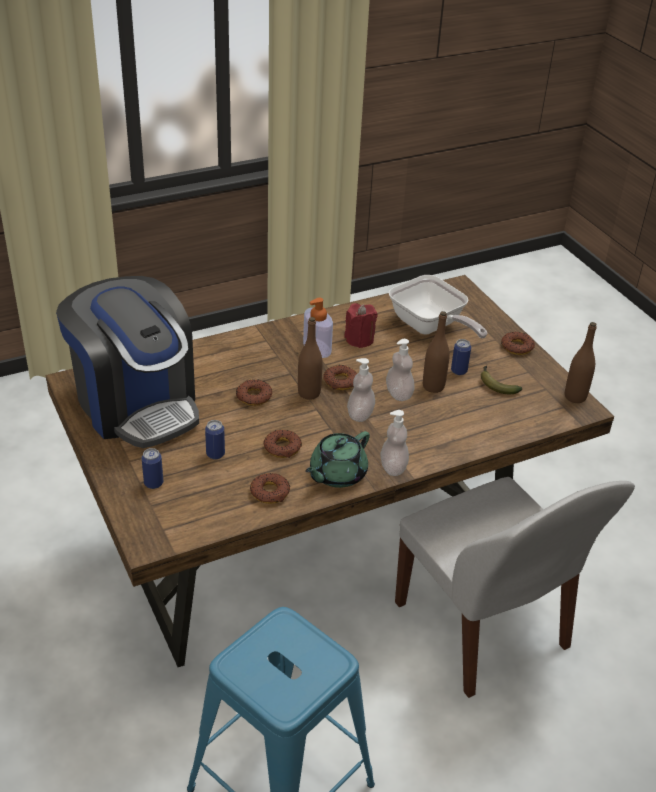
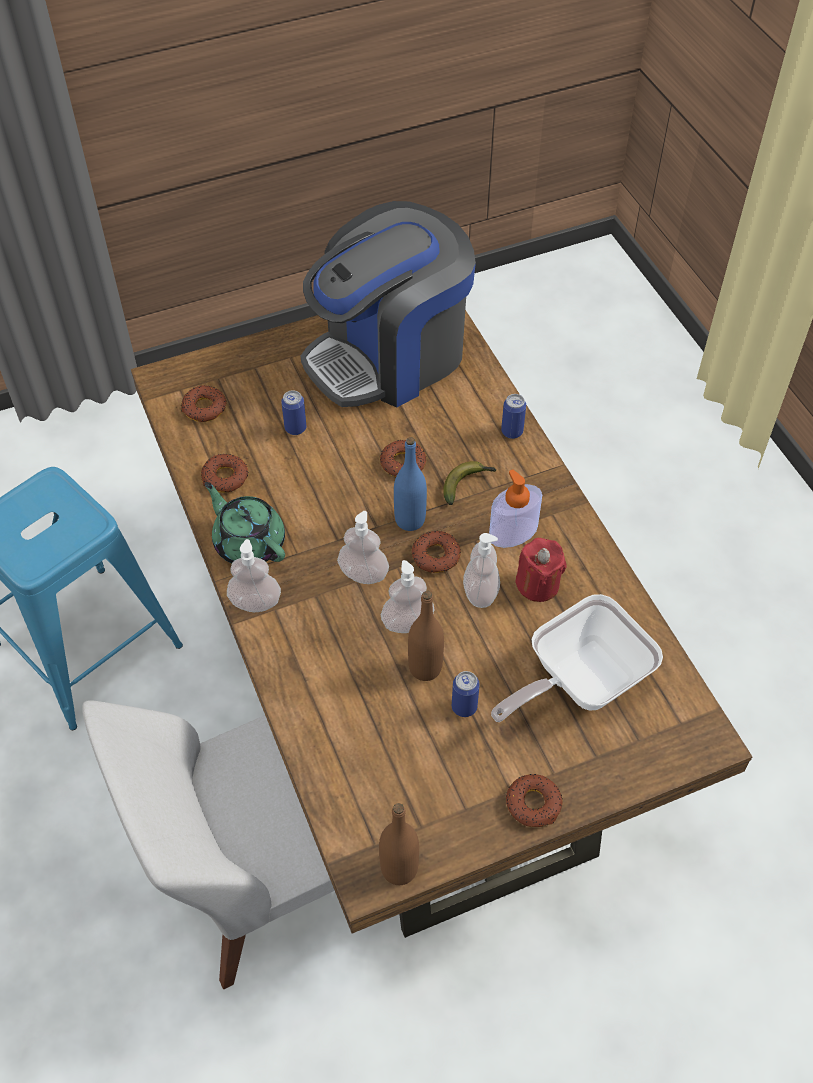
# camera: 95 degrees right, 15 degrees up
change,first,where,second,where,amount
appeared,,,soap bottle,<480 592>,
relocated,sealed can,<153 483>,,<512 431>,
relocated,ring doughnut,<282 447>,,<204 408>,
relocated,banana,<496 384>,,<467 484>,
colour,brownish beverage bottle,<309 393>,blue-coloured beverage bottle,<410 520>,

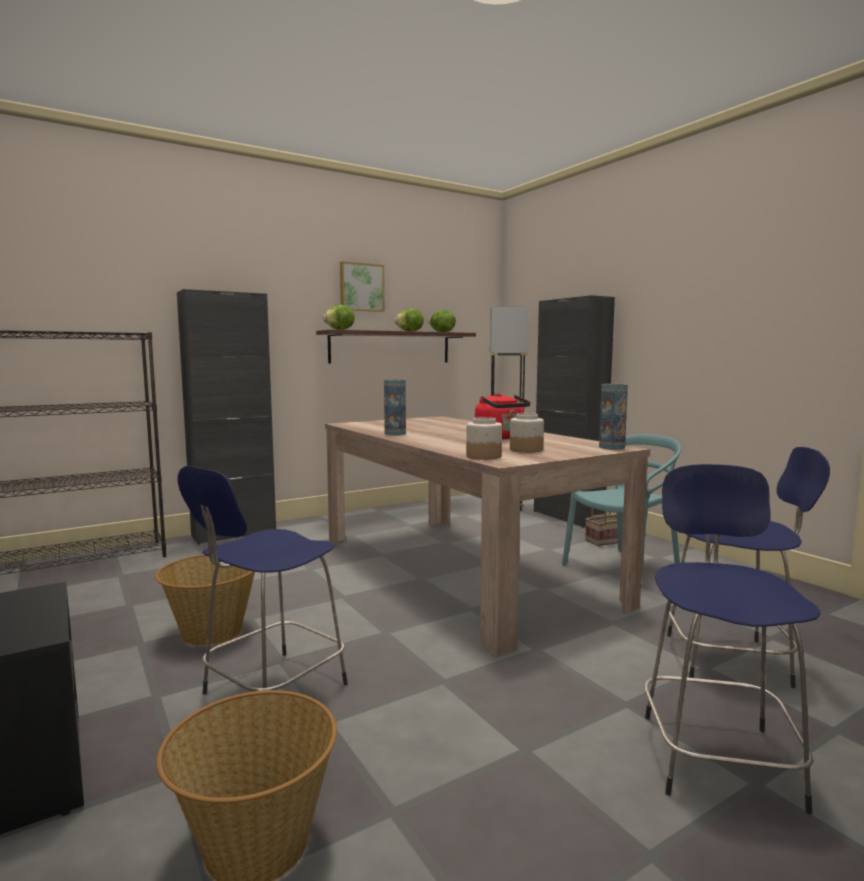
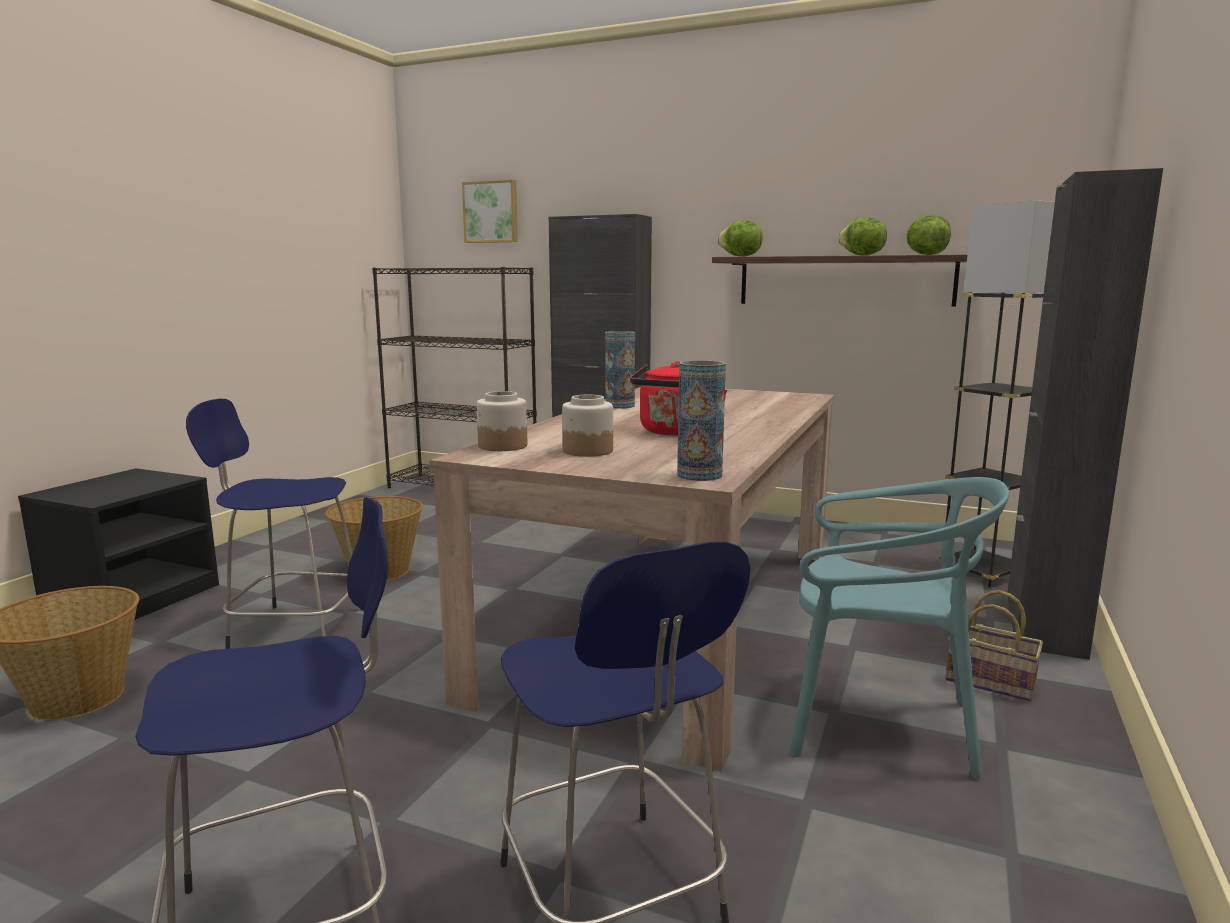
# camera: 55 degrees right, 5 degrees up
change,first,where,second,where,amount
relocated,wall art,<361 287>,,<491 212>,

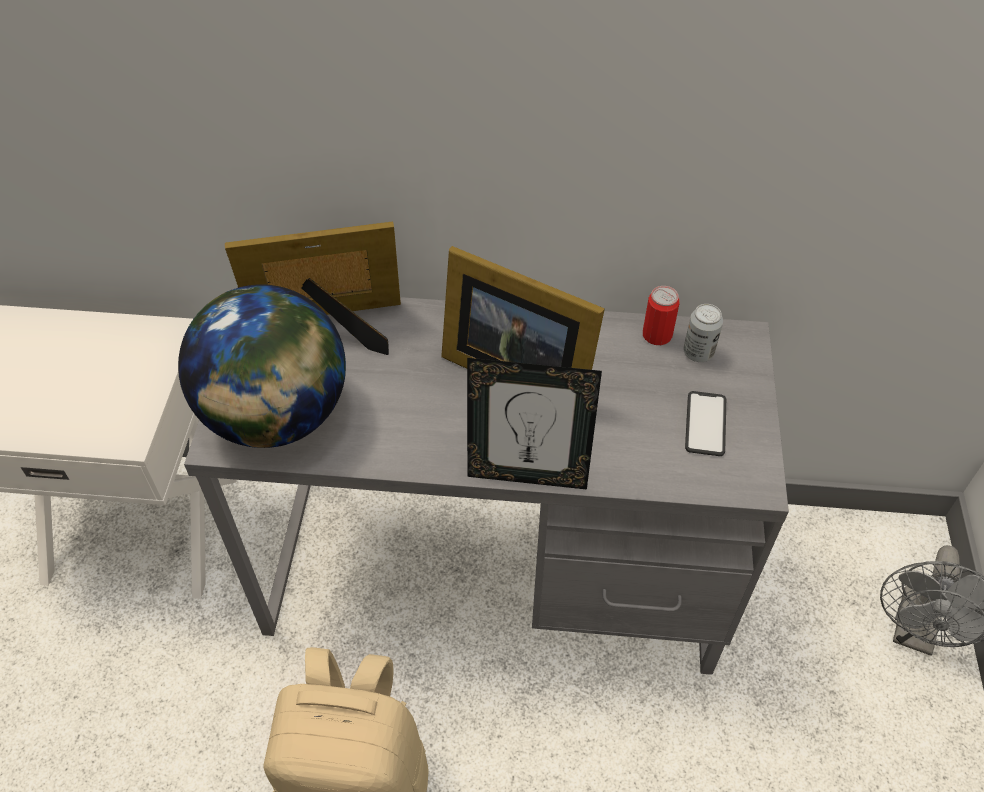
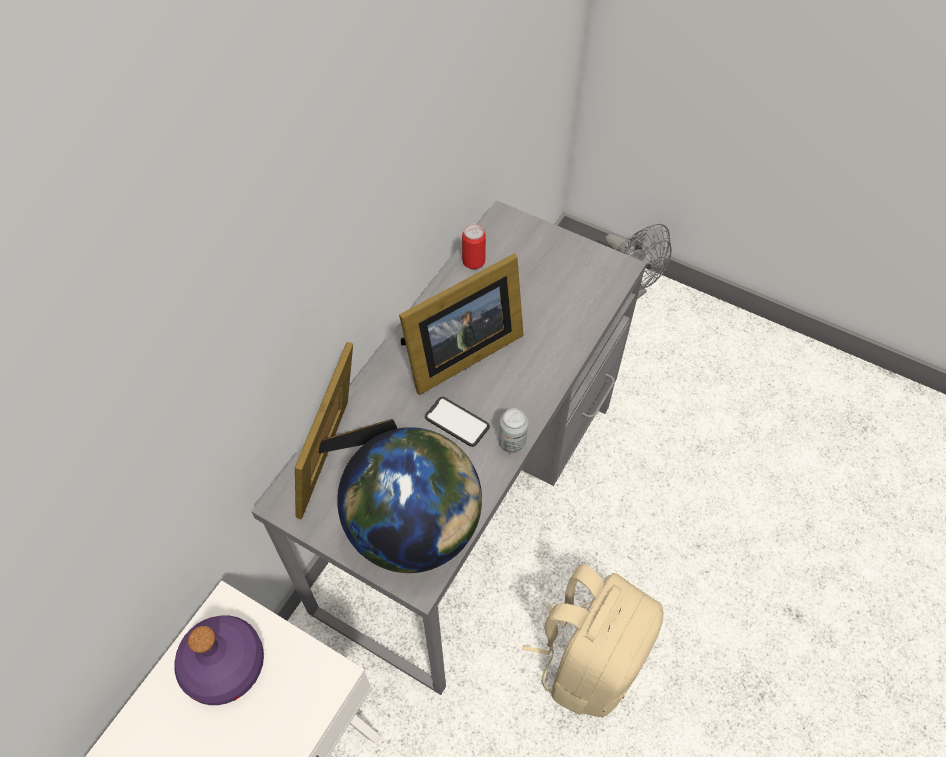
# camera: 65 degrees left, 5 degrees up
change,first,where,second,where,amount
missing,standing frame,<527 474>,,,
appeared,,,purplish beverage bottle,<225 666>,
relocated,sealed can,<698 352>,,<512 443>,
relocated,handset,<705 424>,,<457 422>,

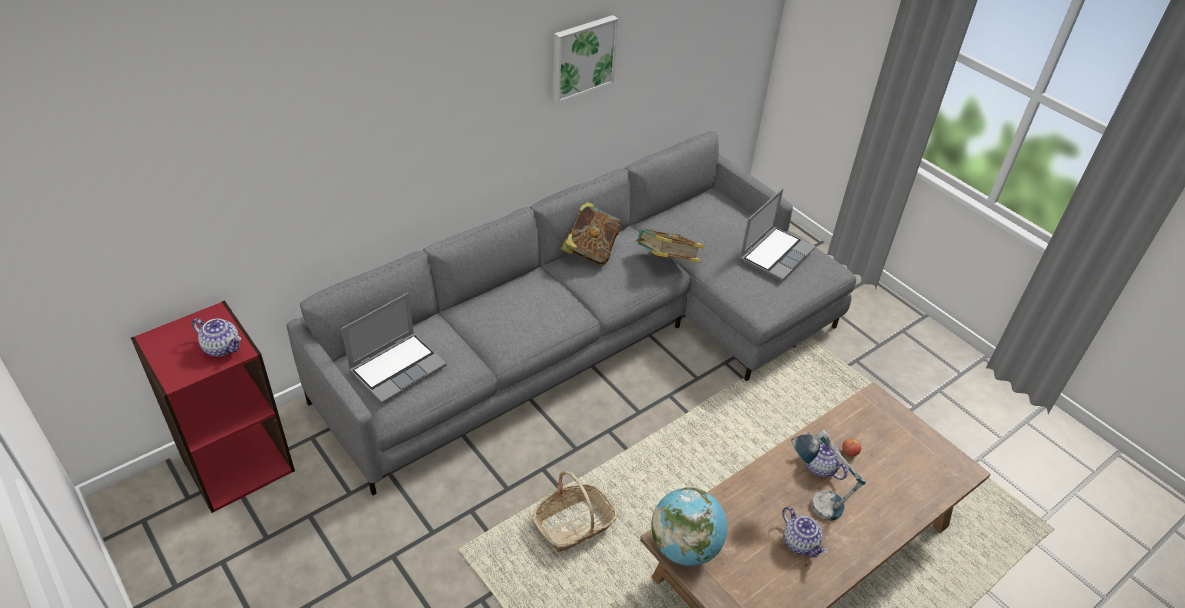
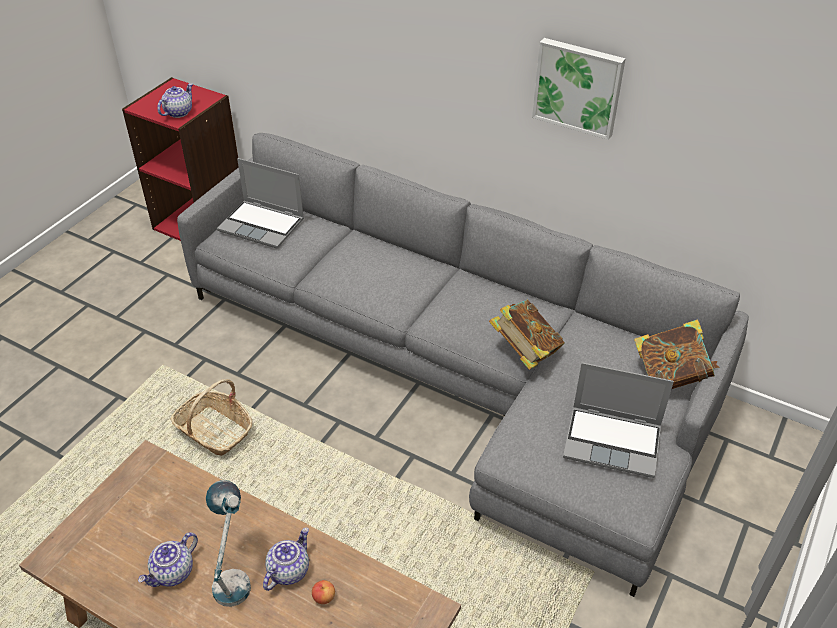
# camera: 70 degrees right, 0 degrees up
change,first,where,second,where,amount
missing,world globe,<684 547>,,,
relocated,volume,<590 251>,,<670 376>,
spun,teapot,<222 347>,,<178 112>,150 degrees counterclockwise

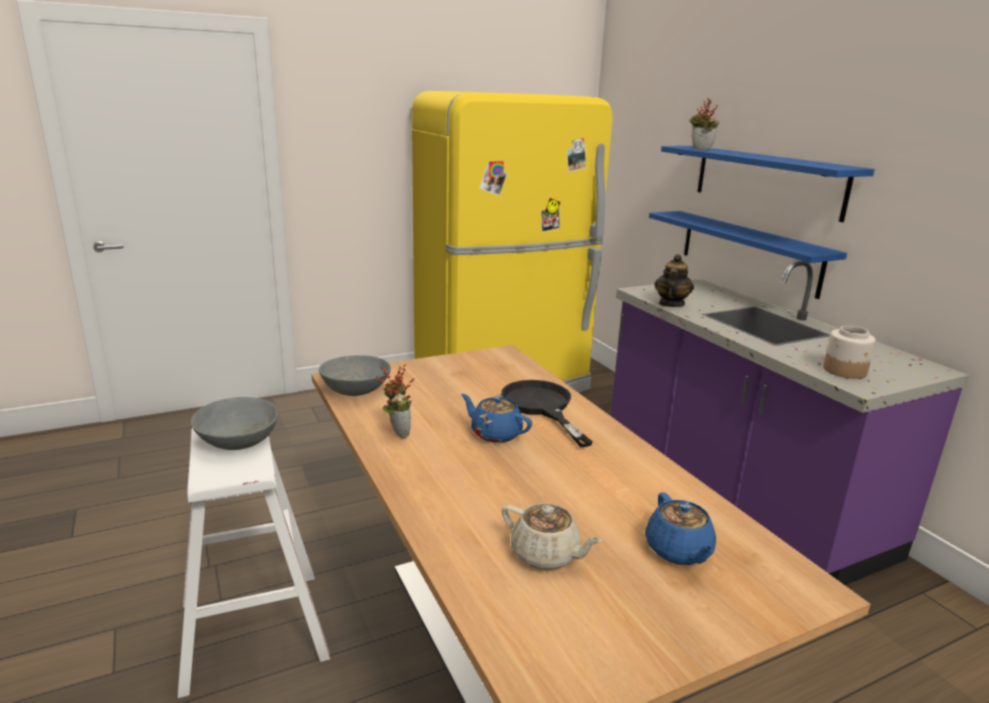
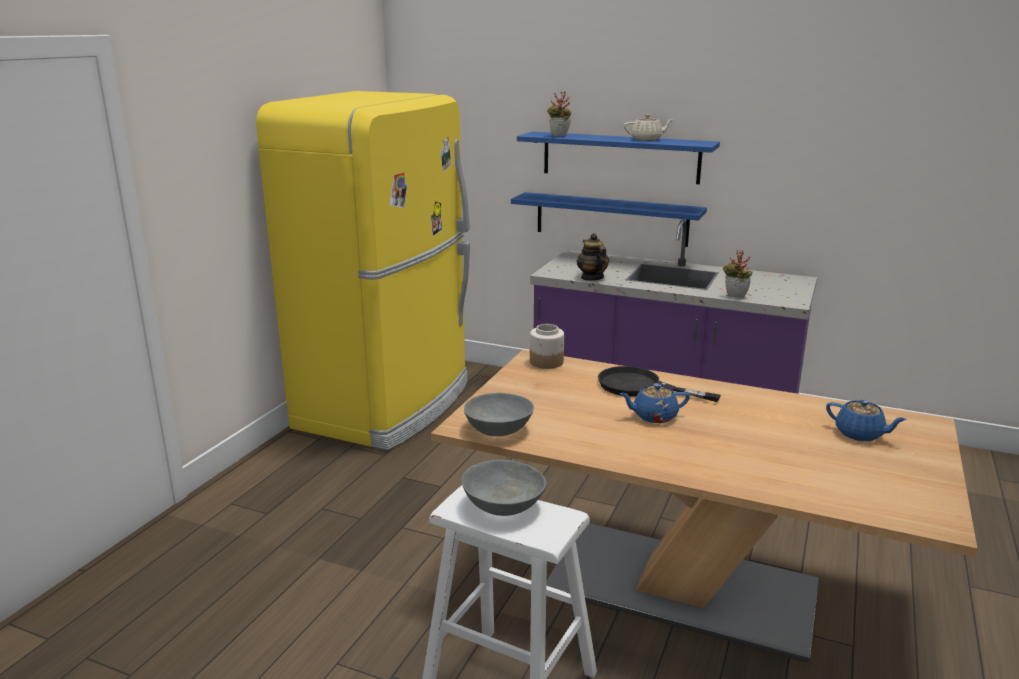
# camera: 40 degrees left, 0 degrees up
change,first,where,second,where,amount
relocated,potted plant,<396 433>,,<734 296>,
relocated,sand-coloured teapot,<546 555>,,<647 139>,
relocated,jar,<845 371>,,<547 362>,

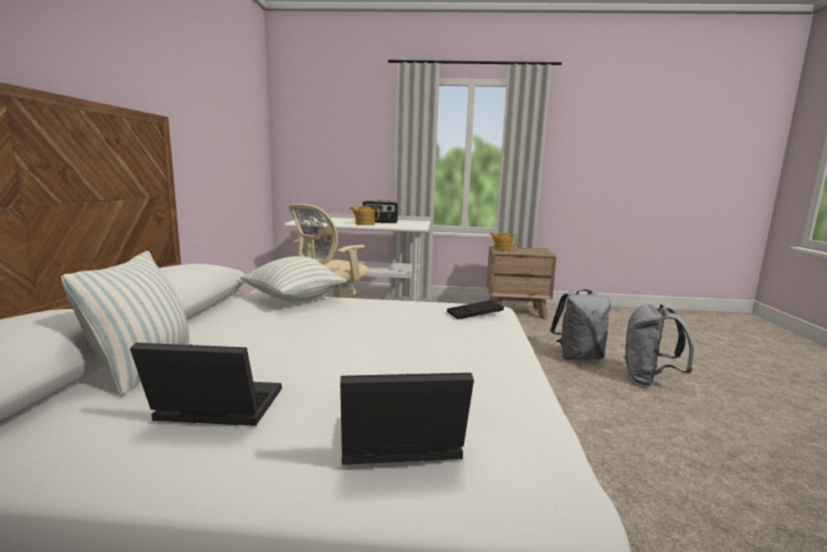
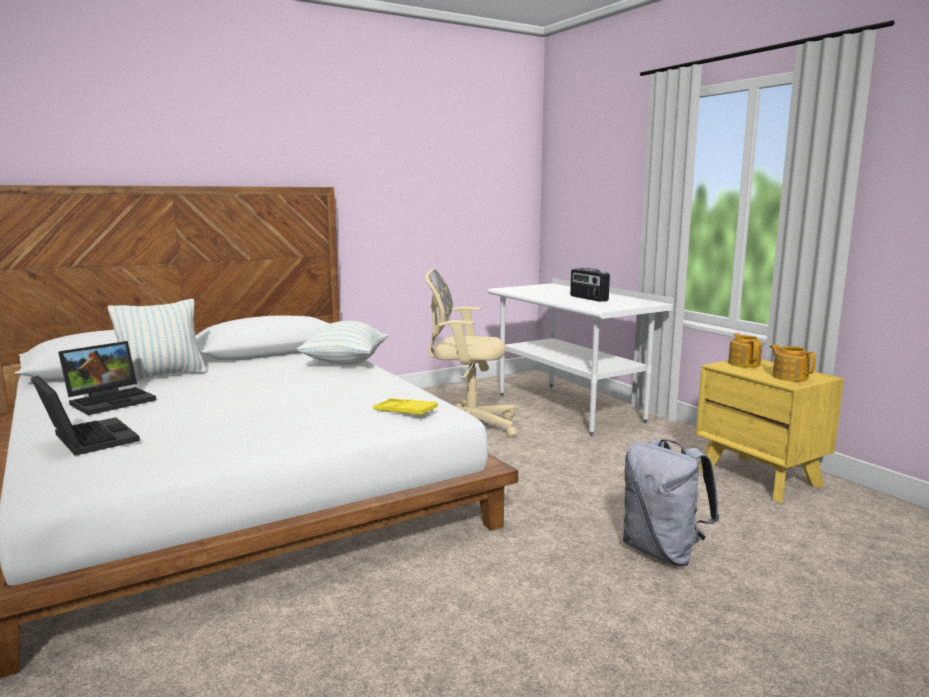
# camera: 55 degrees right, 0 degrees up
change,first,where,second,where,amount
missing,greyish rucksack,<649 379>,,,
relocated,teapot,<364 224>,,<789 377>,
colour,black-coloured tray,<475 314>,yellow tray,<405 411>,
colour,brownish bedside table,<516 312>,yellow bedside table,<760 477>,
spun,notebook computer,<213 409>,,<112 400>,75 degrees clockwise

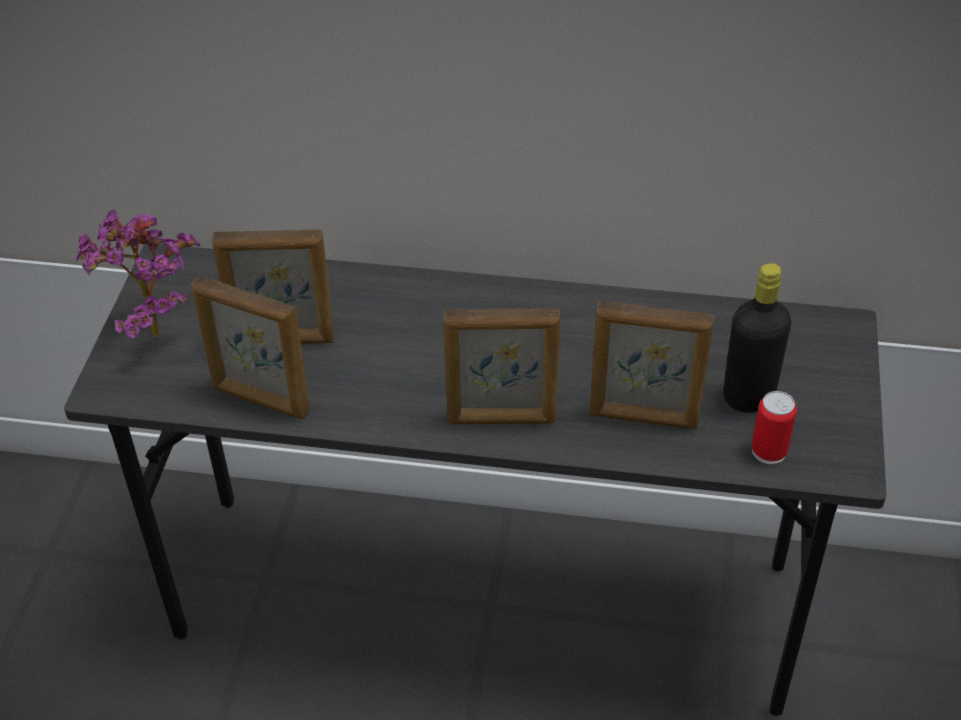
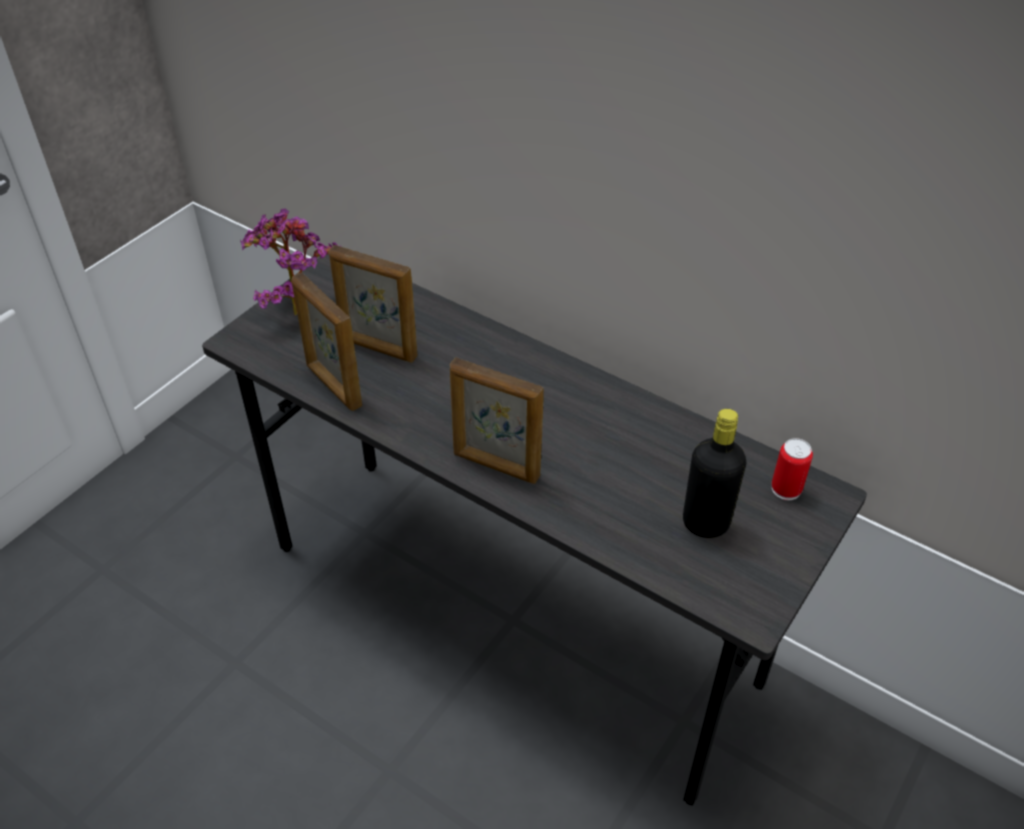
# camera: 25 degrees right, 0 degrees up
change,first,where,second,where,amount
missing,standing frame,<643 418>,,,
relocated,sealed can,<769 451>,,<786 489>,

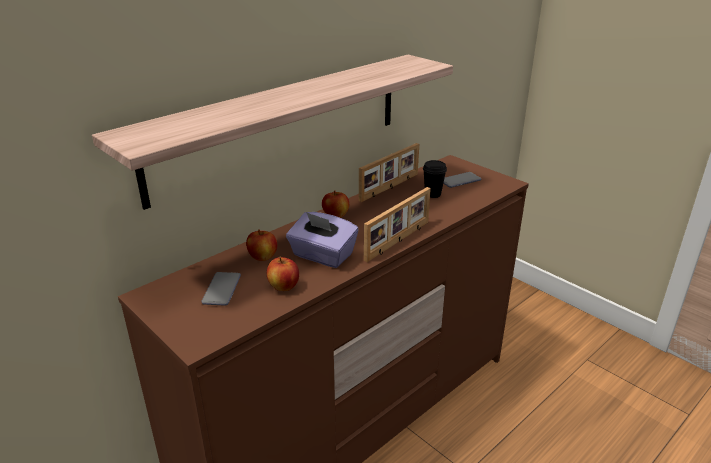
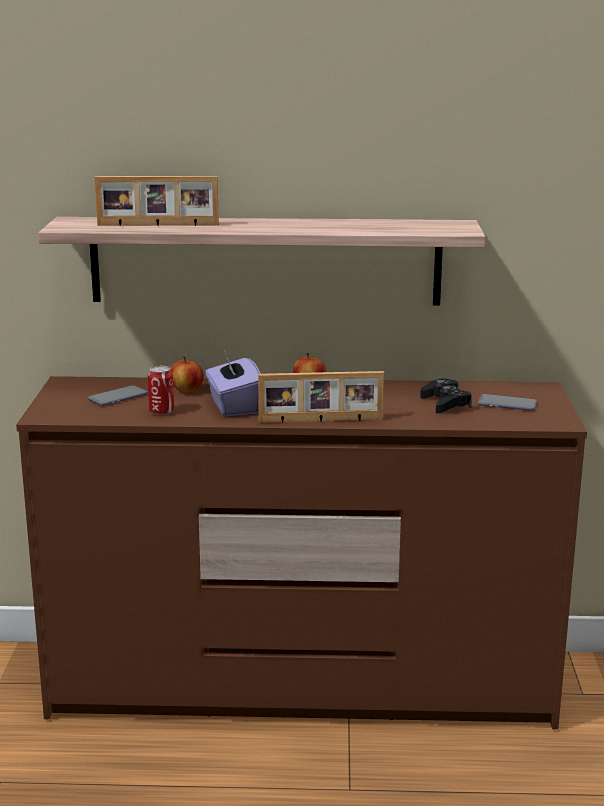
# camera: 45 degrees right, 10 degrees down
change,first,where,second,where,amount
relocated,standing frame,<390 187>,,<158 225>,
exchanged,whole apple,<284 287>,sealed can,<161 412>,
exchanged,black-coloured small cup,<433 194>,black-coloured game controller,<445 403>,

